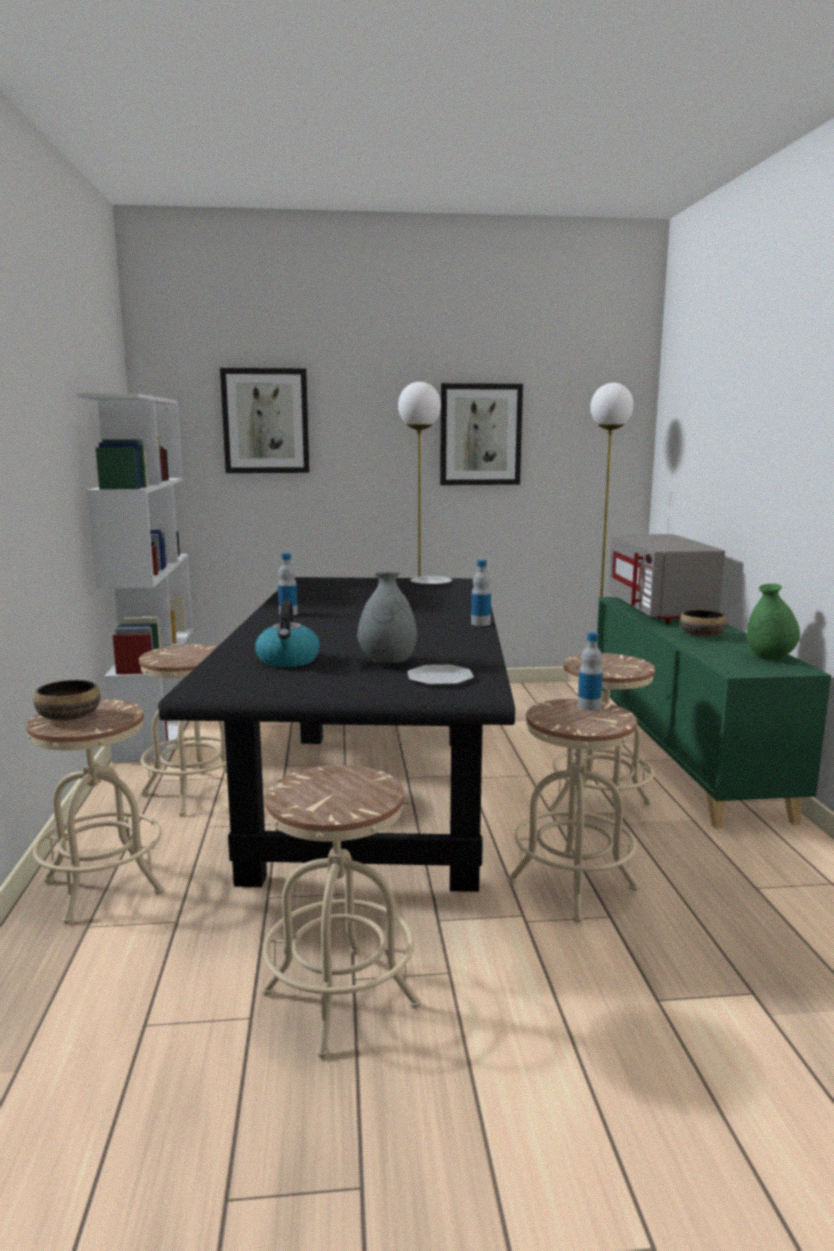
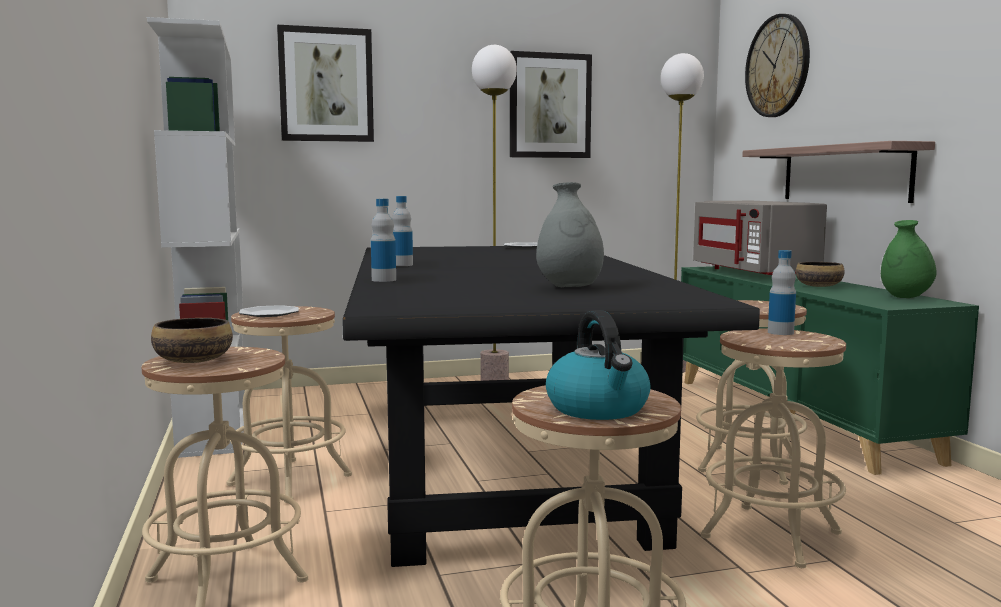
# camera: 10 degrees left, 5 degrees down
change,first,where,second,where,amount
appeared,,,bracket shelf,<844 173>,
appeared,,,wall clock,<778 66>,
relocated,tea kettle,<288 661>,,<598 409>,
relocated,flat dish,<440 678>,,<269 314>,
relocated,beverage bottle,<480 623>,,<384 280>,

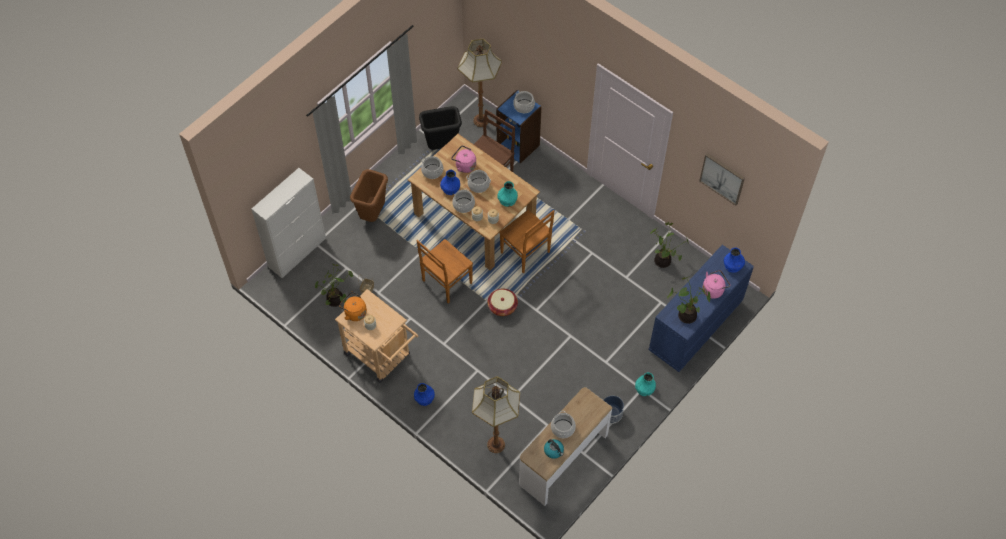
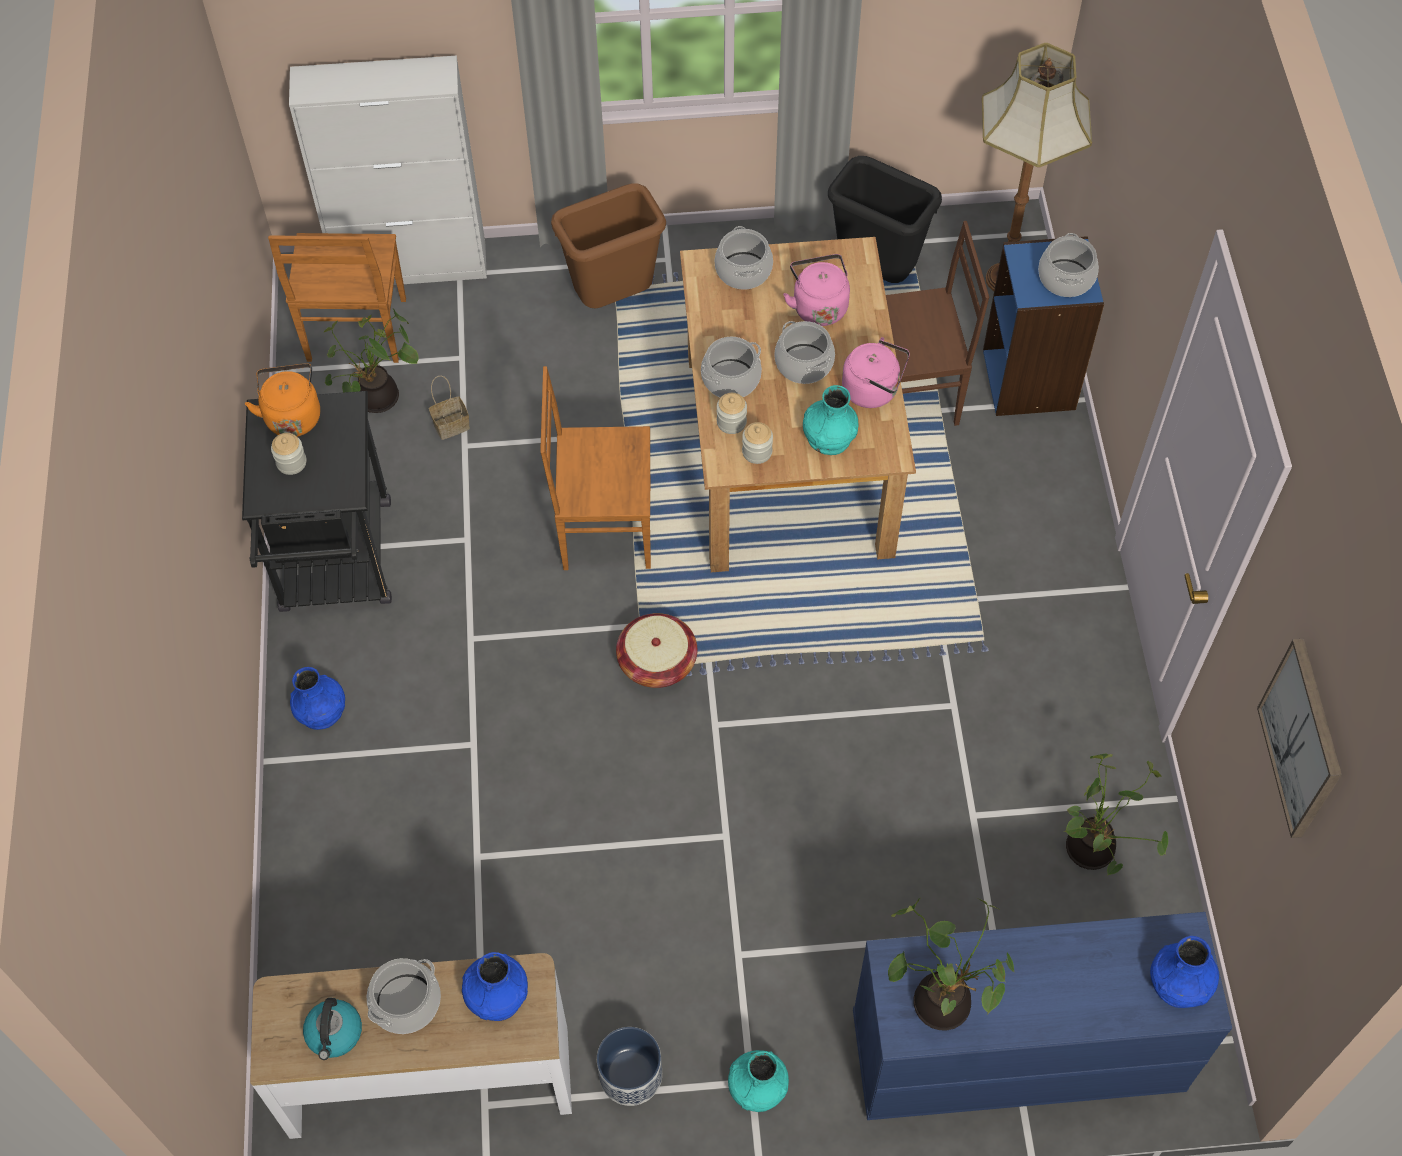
# camera: 45 degrees right, 0 degrees up
change,first,where,second,where,amount
missing,standard lamp,<496 445>,,,
relocated,blue-coloured flower vase,<450 188>,,<496 995>,
relocated,brownish plain chair,<526 253>,,<356 333>,
relocated,pinkish tea kettle,<714 289>,,<873 390>,
colour,sand-coloured trolley,<381 357>,black-coloured trolley,<336 567>,

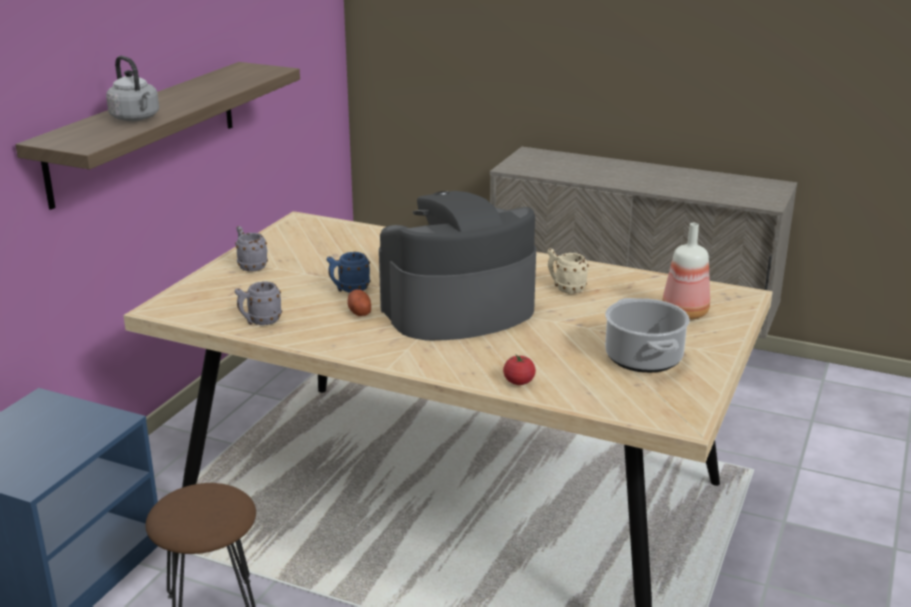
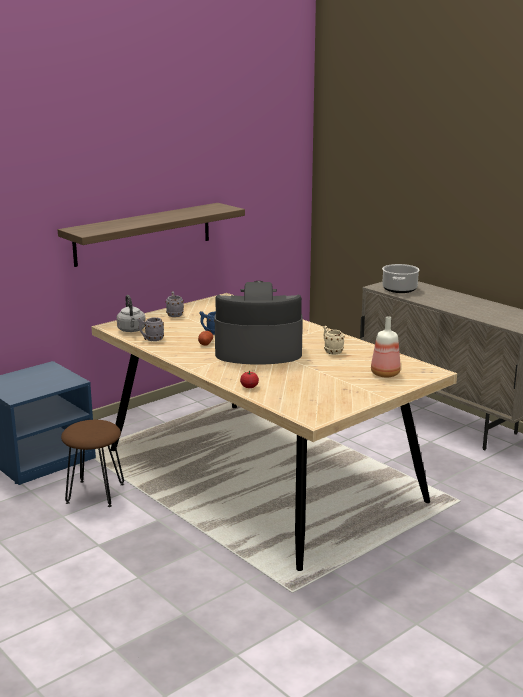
# camera: 25 degrees right, 5 degrees down
change,first,where,second,where,amount
relocated,greyish tea kettle,<136 118>,,<132 330>,
relocated,cooking pot,<642 358>,,<399 289>,

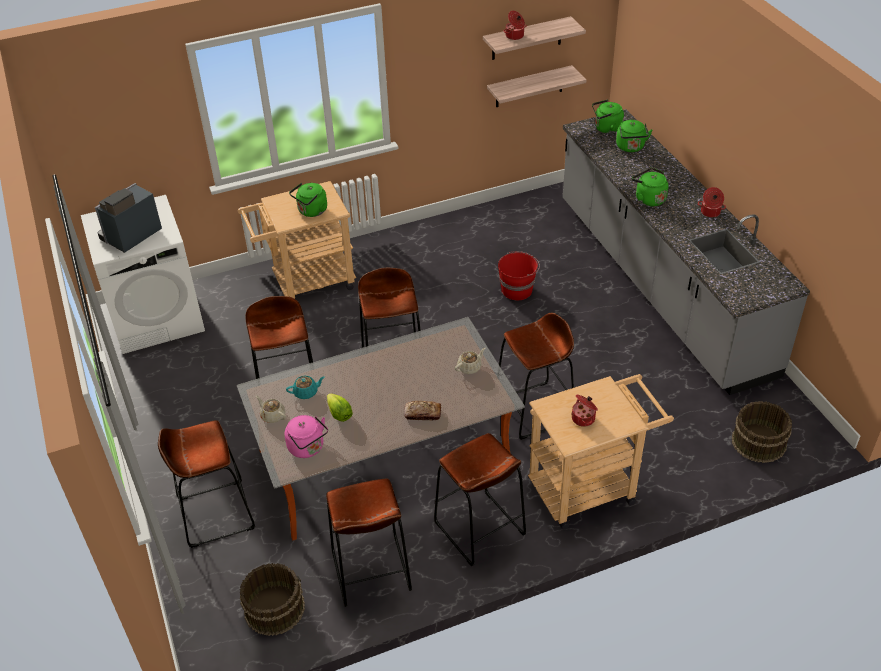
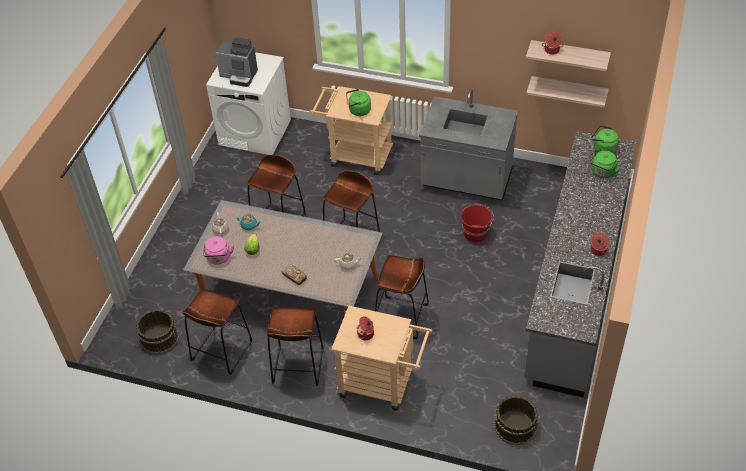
# camera: 40 degrees right, 5 degrees up
change,first,where,second,where,amount
missing,brownish stool,<216 513>,,,
missing,greenish tea kettle,<648 199>,,,
appeared,,,greyish kitchen counter,<466 181>,
spun,coffee brewer,<130 236>,,<239 76>,150 degrees counterclockwise

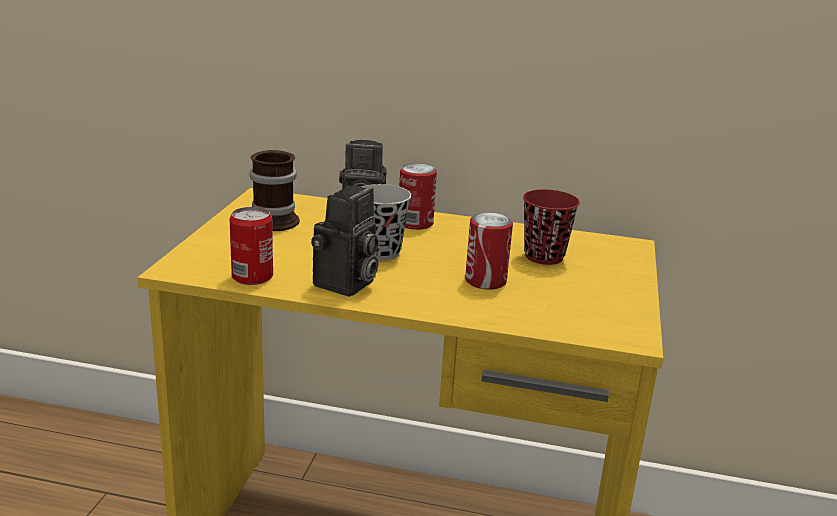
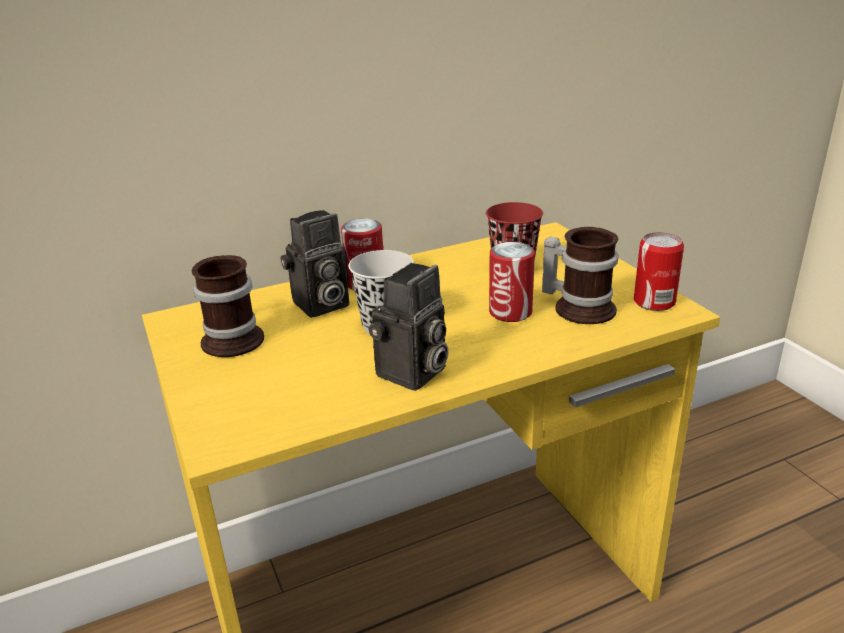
# camera: 35 degrees left, 5 degrees up
change,first,where,second,where,amount
appeared,,,tea mug,<580 307>,
relocated,sealed can,<252 277>,,<654 302>,
spun,photo camera,<345 285>,,<412 374>,45 degrees clockwise

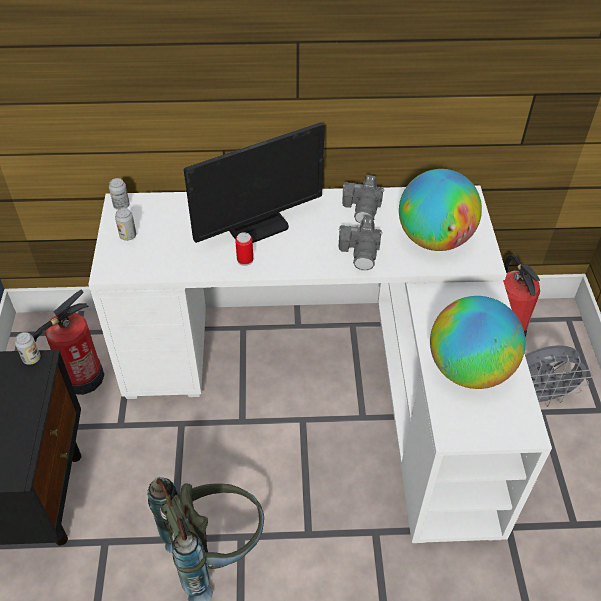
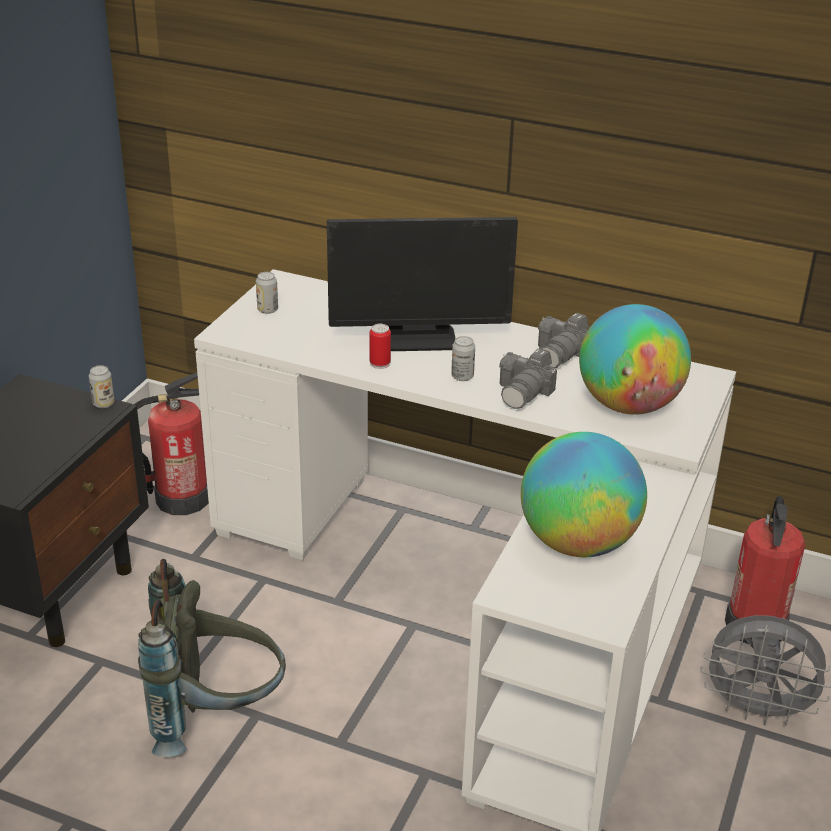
# camera: 25 degrees right, 15 degrees down
change,first,where,second,where,amount
relocated,sealed can,<121 205>,,<462 376>,

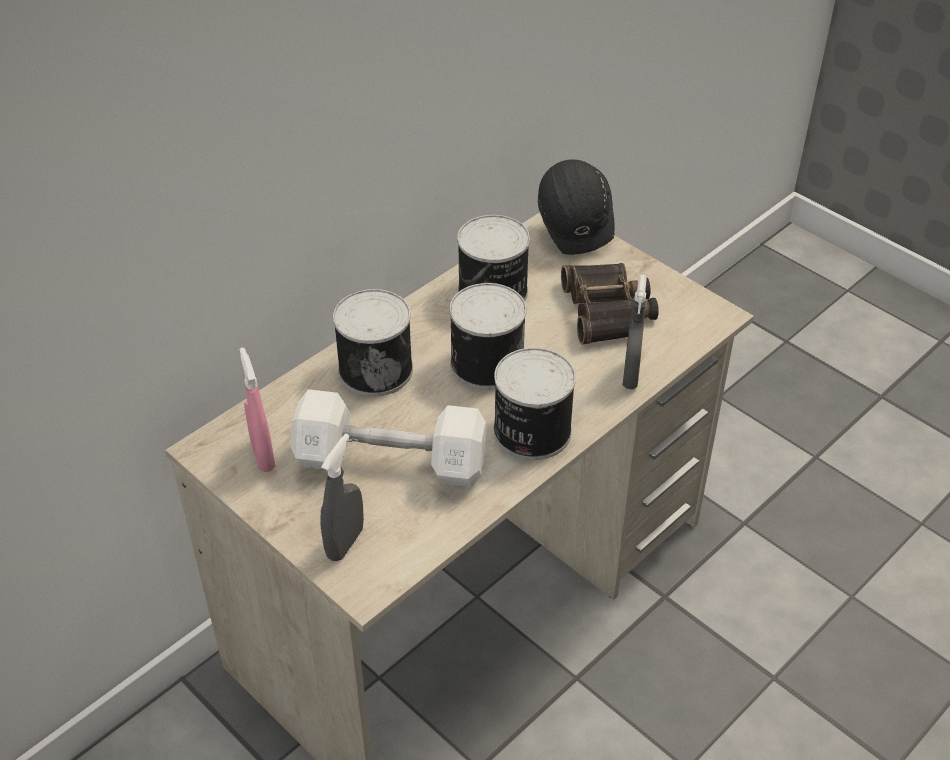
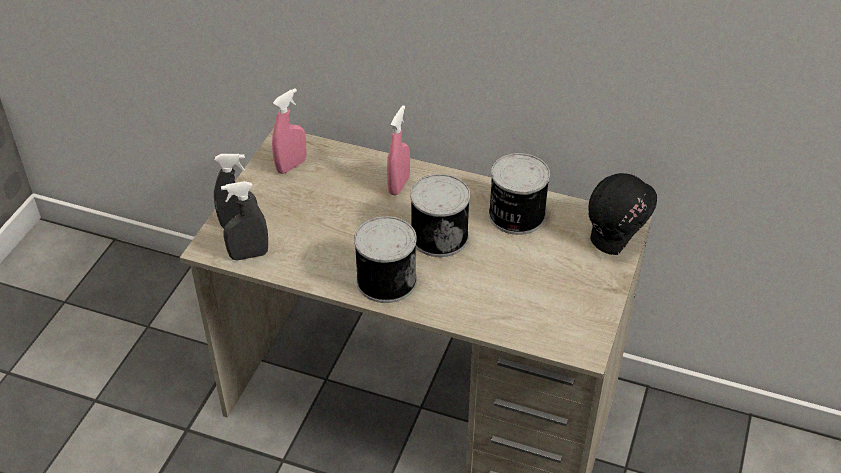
# camera: 65 degrees right, 0 degrees up
change,first,where,second,where,amount
missing,white hand weight,<391 461>,,,
missing,binoculars,<608 311>,,,
relocated,greyish hand sprayer,<631 375>,,<249 255>,
exchanged,sealed can,<376 368>,pinkish hand sprayer,<399 185>,

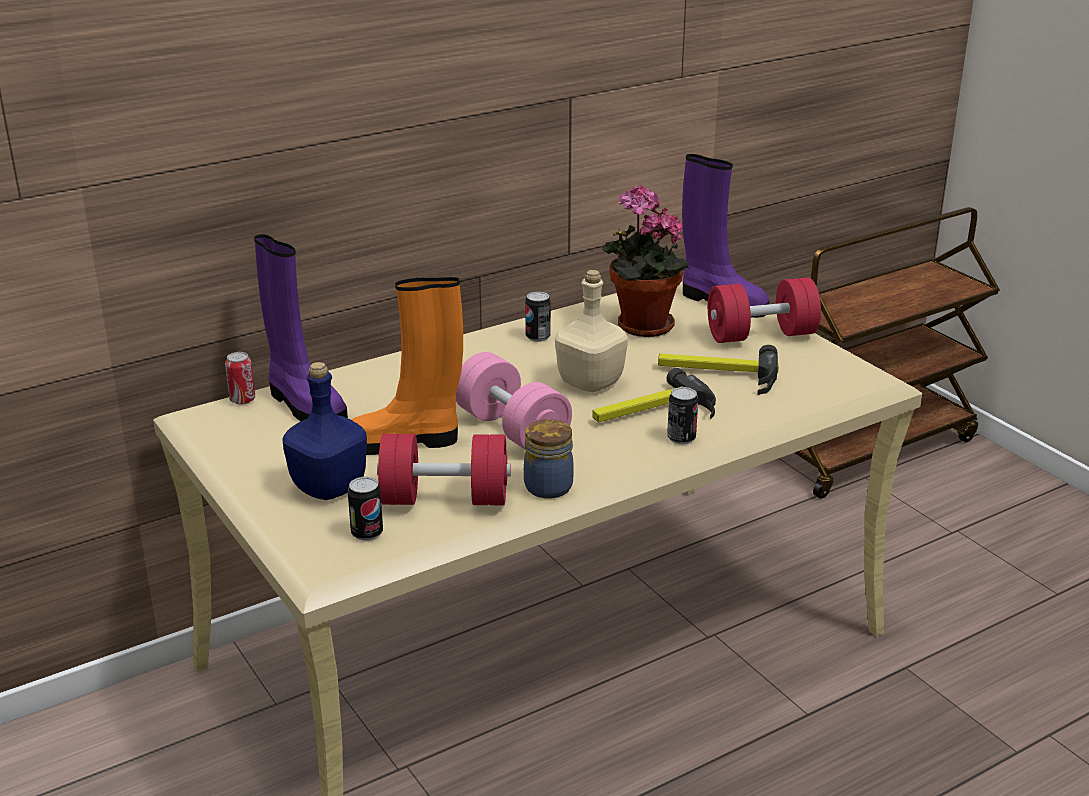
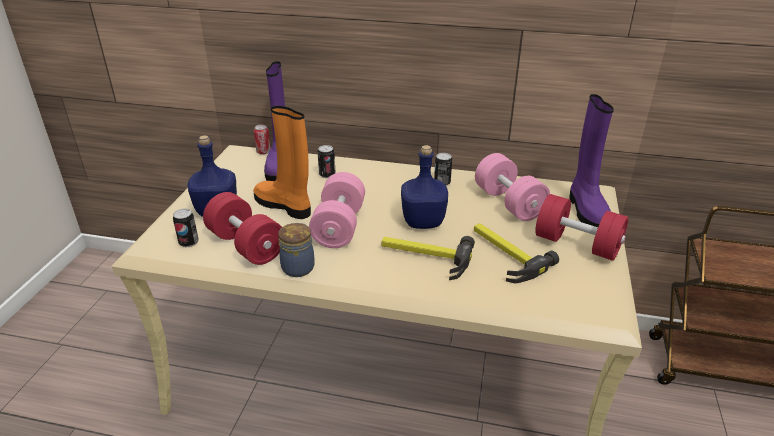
# camera: 45 degrees right, 5 degrees up
change,first,where,second,where,amount
relocated,sealed can,<681 438>,,<327 174>,
exchanged,potted plant,<640 327>,pinkish hand weight,<508 203>,
colour,sand-coloured beverage bottle,<589 383>,blue-coloured beverage bottle,<422 222>,

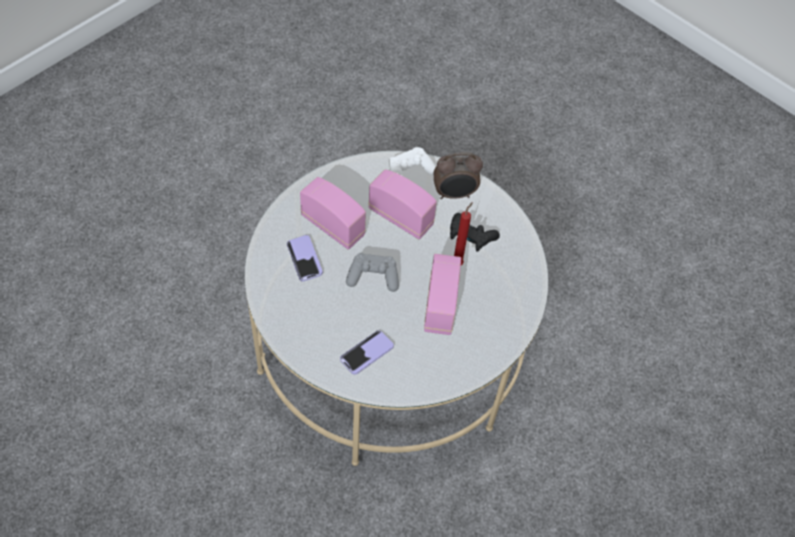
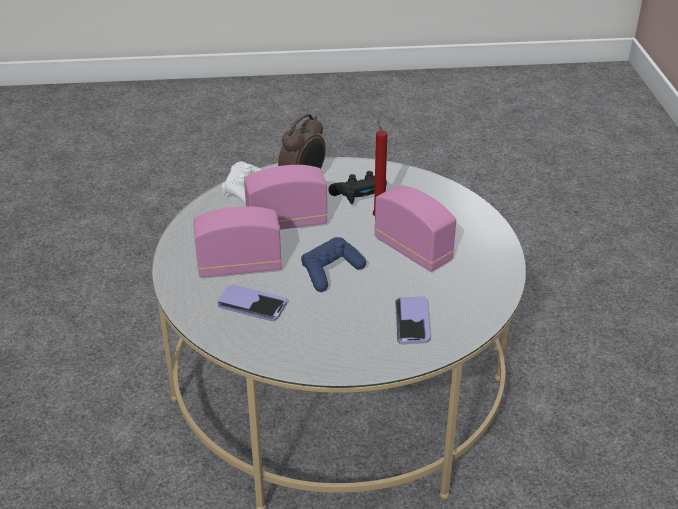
# camera: 45 degrees left, 20 degrees down
change,first,where,second,where,amount
colour,greyish game controller,<373 277>,blue-coloured game controller,<330 272>,

